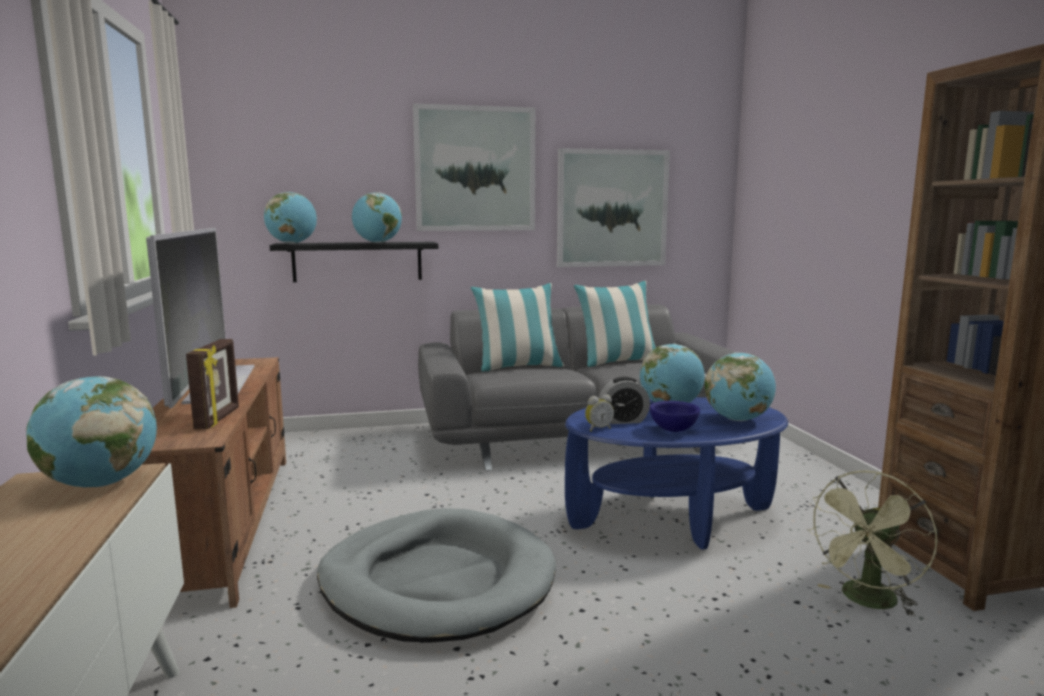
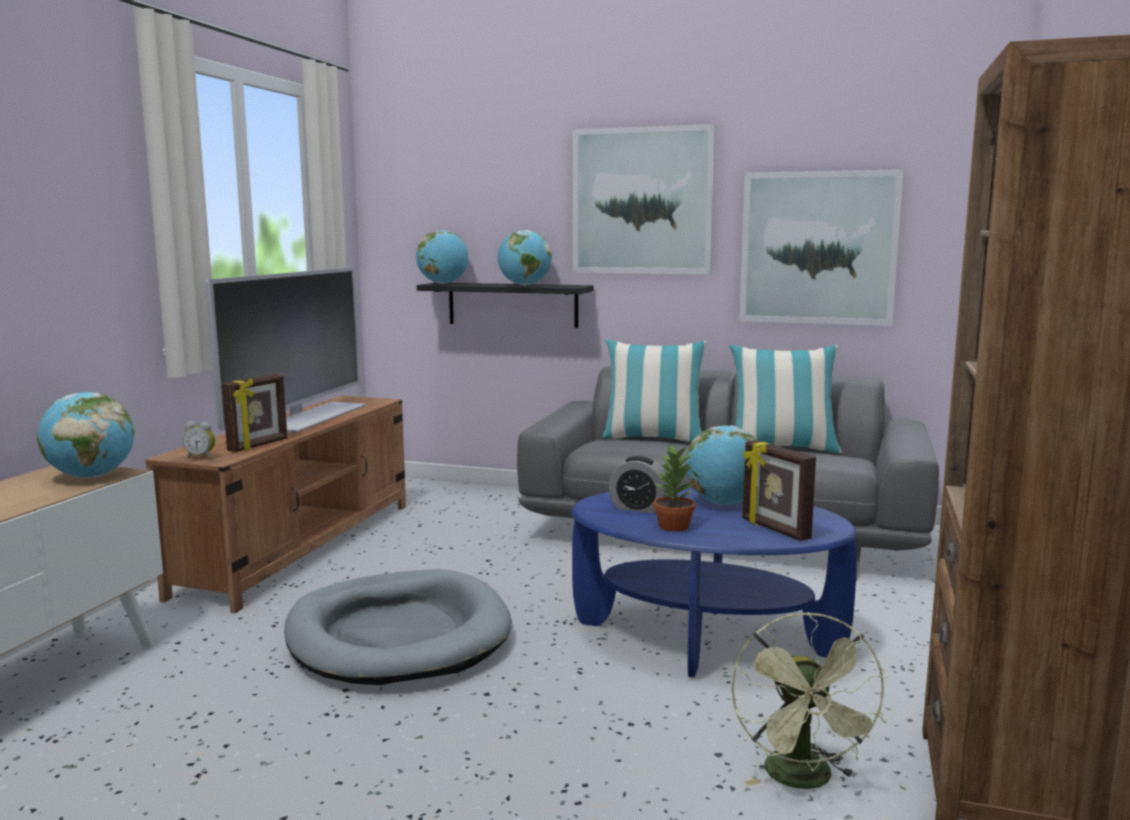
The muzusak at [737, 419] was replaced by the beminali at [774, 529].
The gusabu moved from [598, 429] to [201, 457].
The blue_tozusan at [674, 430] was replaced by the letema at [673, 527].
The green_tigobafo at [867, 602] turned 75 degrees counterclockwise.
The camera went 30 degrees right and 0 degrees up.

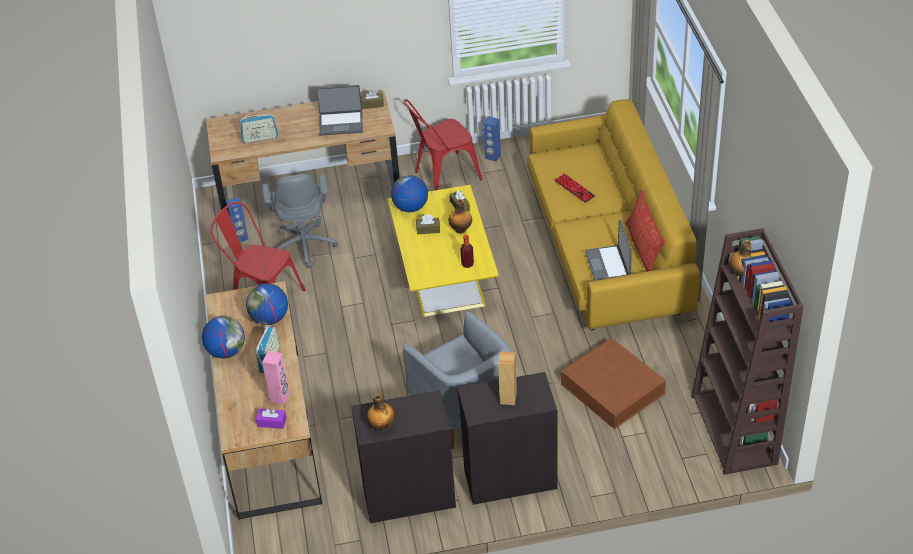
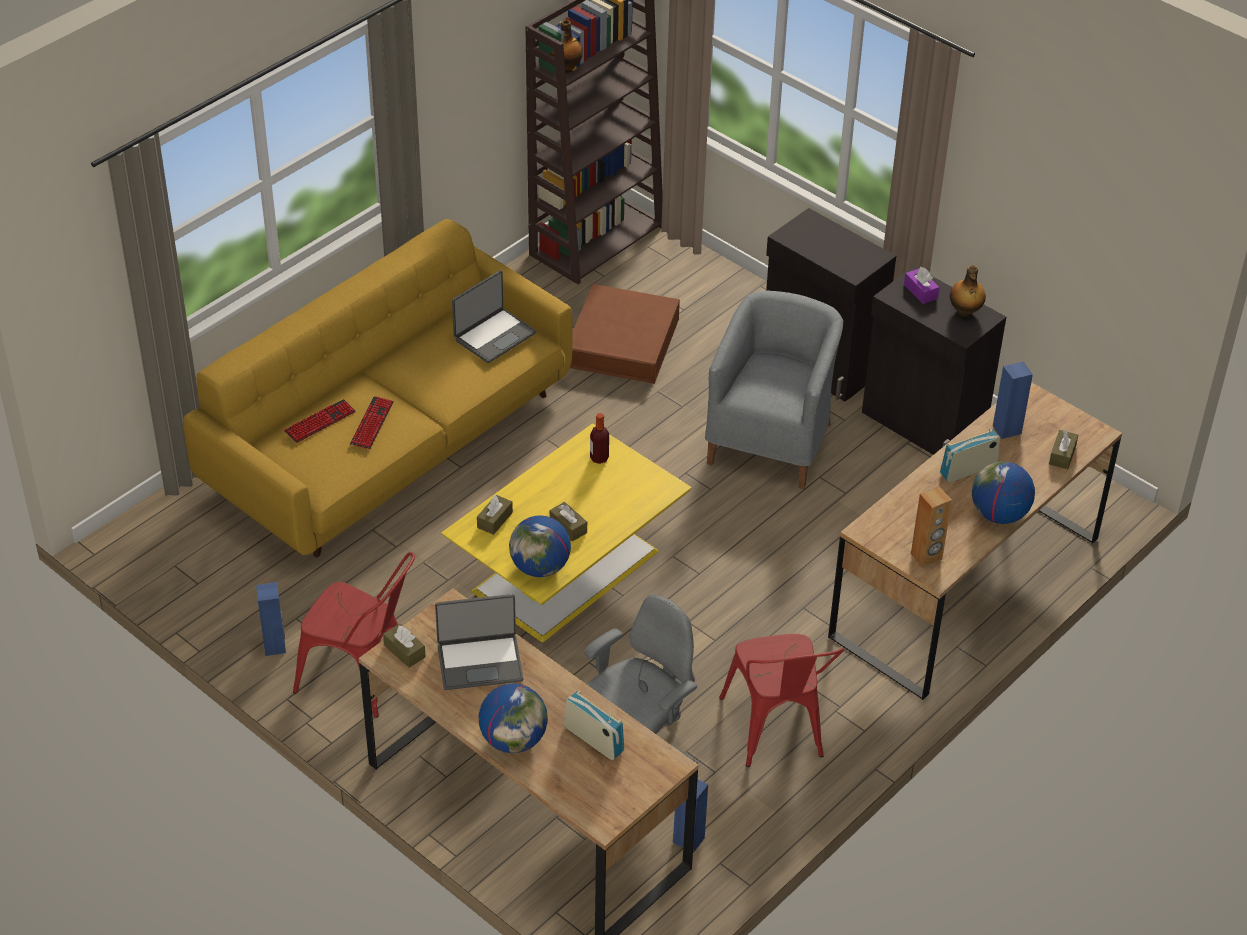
The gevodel at [341, 123] turned 120 degrees clockwise.
The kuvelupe at [643, 248] disappeared.
The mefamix at [461, 229] disappeared.
The muzusak moved from [269, 319] to [514, 740].
The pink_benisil at [280, 397] became the blue_benisil at [1006, 429].
The brown_benisil moved from [508, 398] to [926, 557].
The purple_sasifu moved from [271, 422] to [920, 291].
The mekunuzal at [320, 422] appeared.
The brown_sasifu at [1062, 455] appeared.
The camera went 130 degrees left and 0 degrees up.

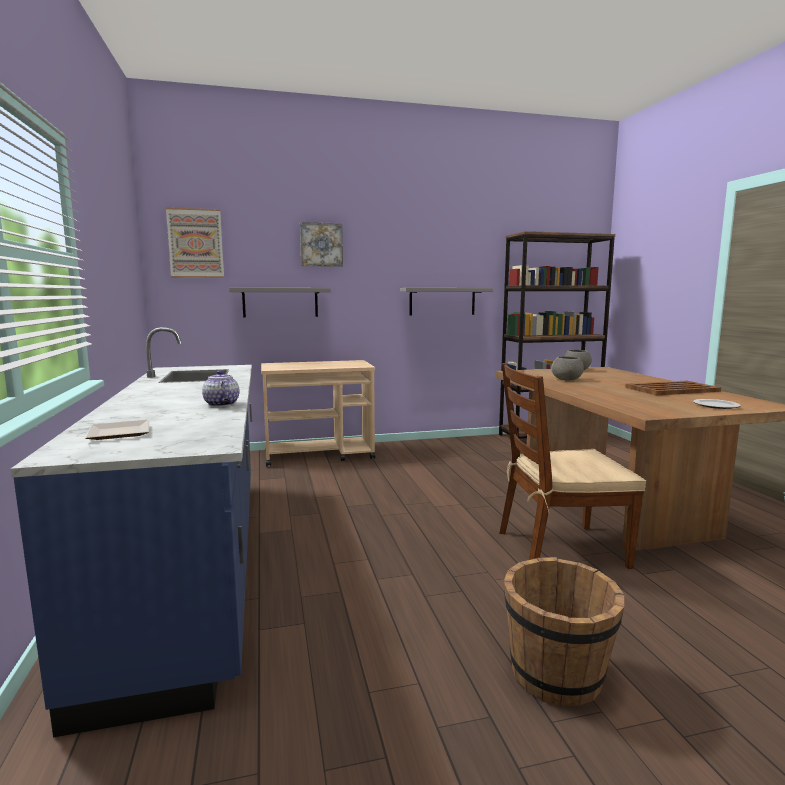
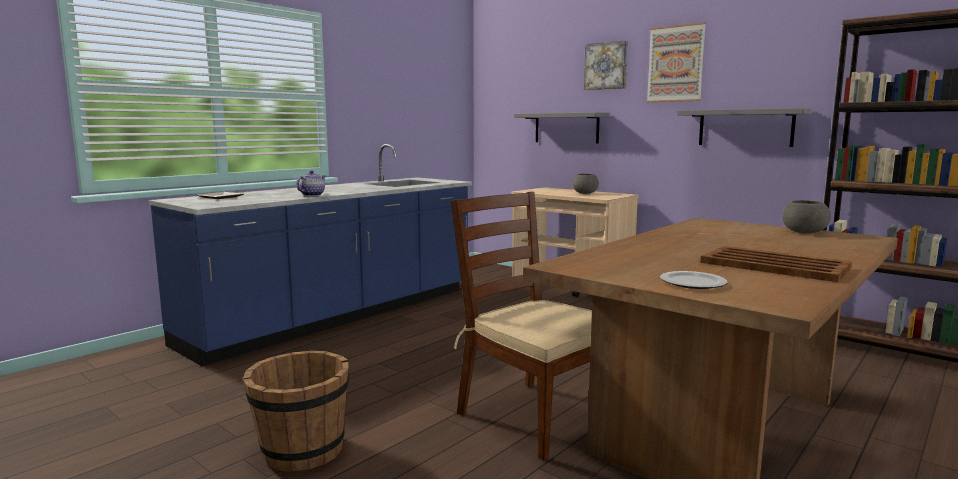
The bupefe moved from [195, 243] to [675, 64].
The grey_tozusan moved from [567, 379] to [584, 193].
The camera went 55 degrees right and 0 degrees up.

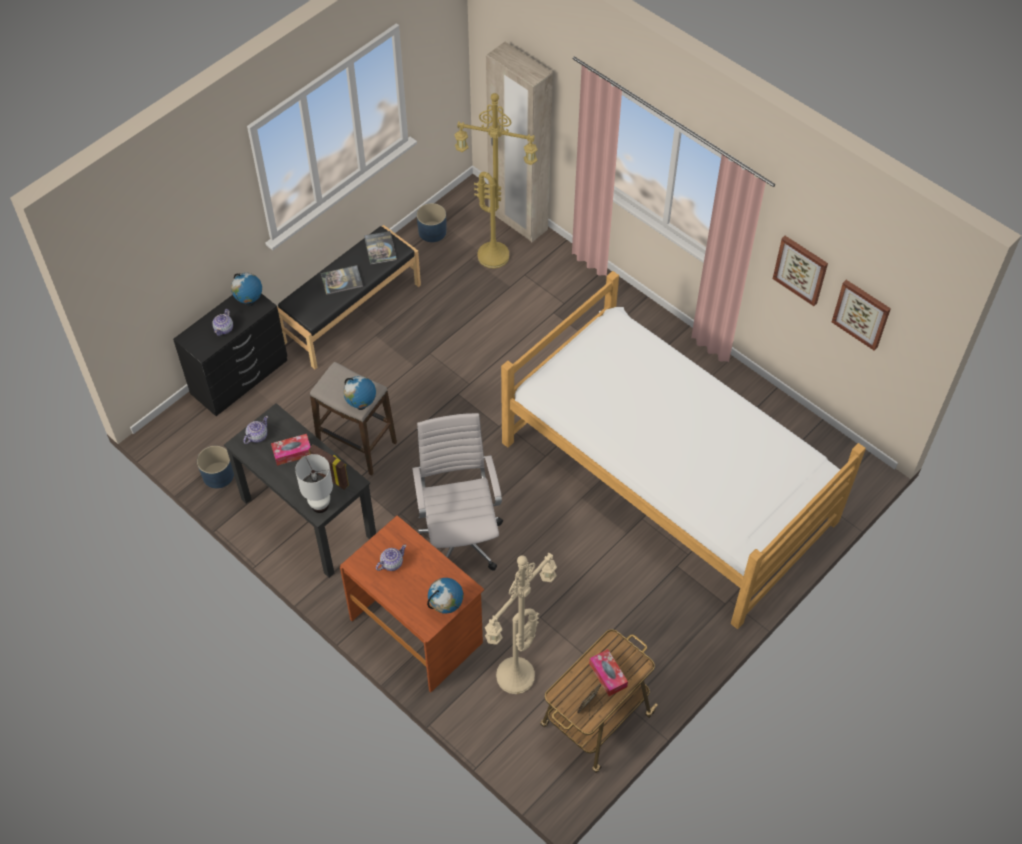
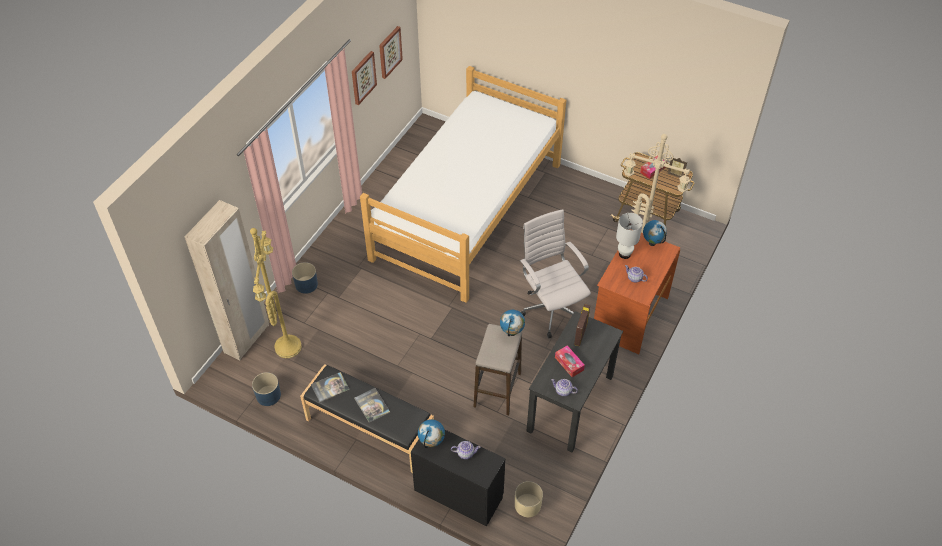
The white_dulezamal at [460, 537] turned 90 degrees clockwise.
The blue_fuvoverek moved from [218, 475] to [306, 284].
The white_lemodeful moved from [320, 505] to [624, 254].
The beige_fuvoverek at [527, 505] appeared.
The camera went 105 degrees left and 5 degrees down.

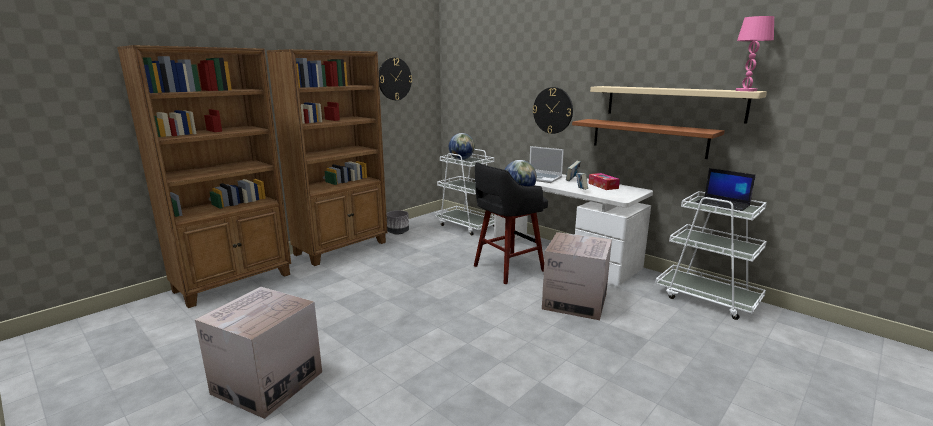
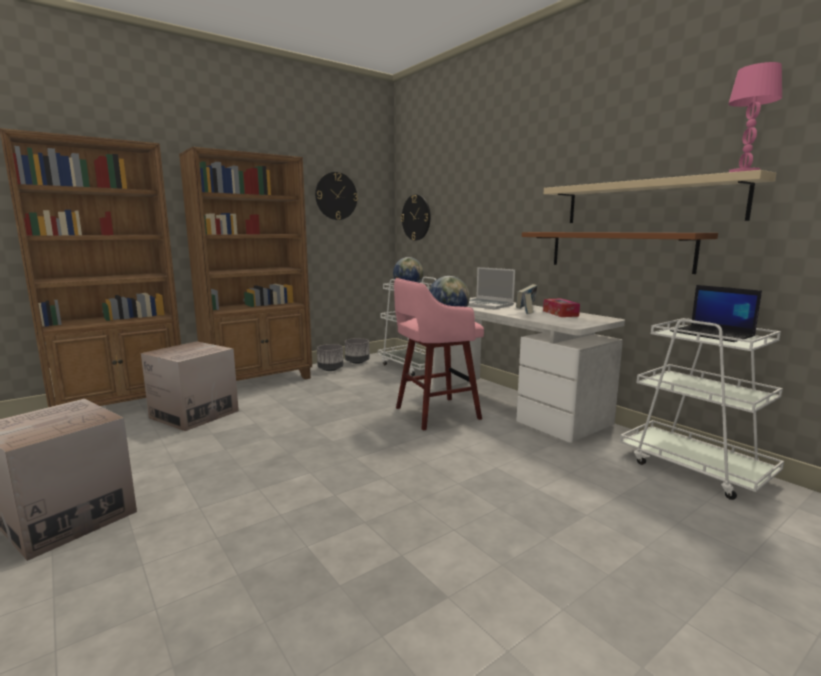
The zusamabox moved from [553, 110] to [416, 217].
The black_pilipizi at [506, 269] became the pink_pilipizi at [434, 413].
The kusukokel moved from [575, 301] to [194, 414].
The grey_fuvoverek at [357, 362] appeared.
The camera went 10 degrees right and 5 degrees down.

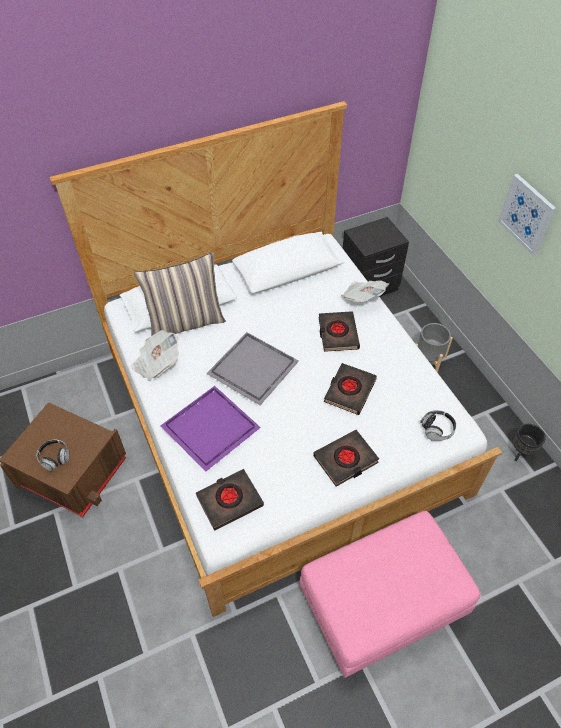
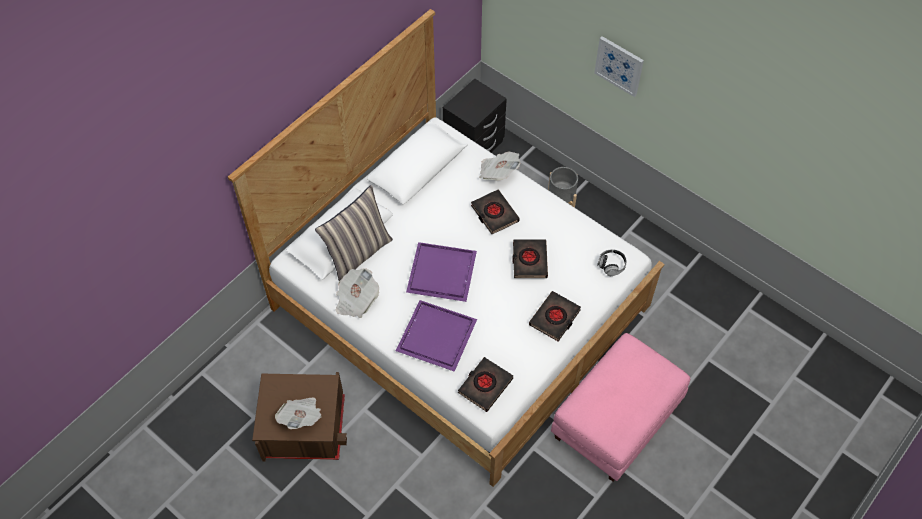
The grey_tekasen at [253, 370] became the purple_tekasen at [442, 274].
The black_fuvoverek at [521, 453] disappeared.
The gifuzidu at [55, 458] was replaced by the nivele at [301, 417].
The camera went 25 degrees left and 5 degrees up.

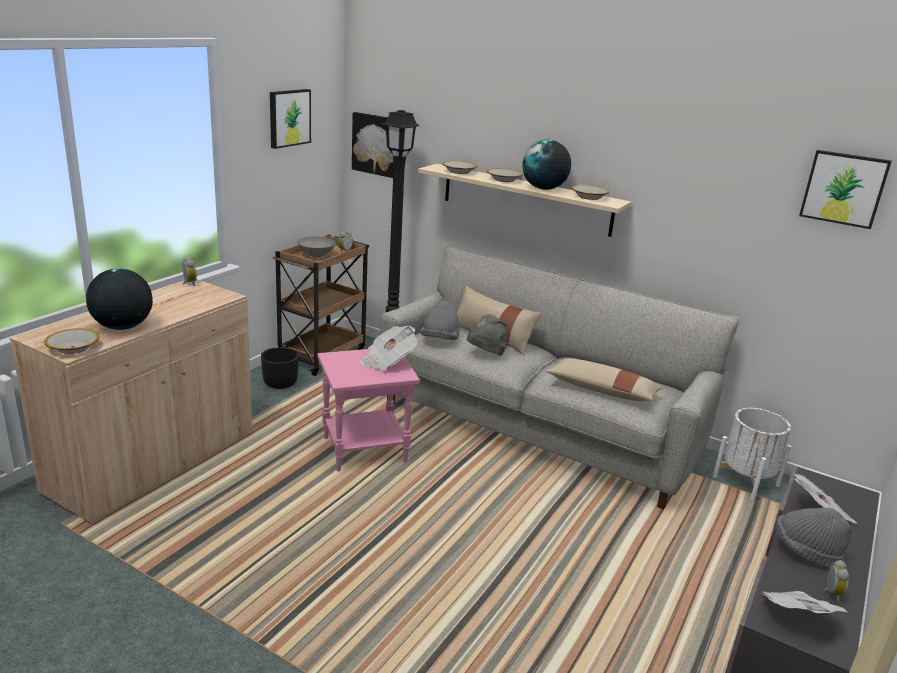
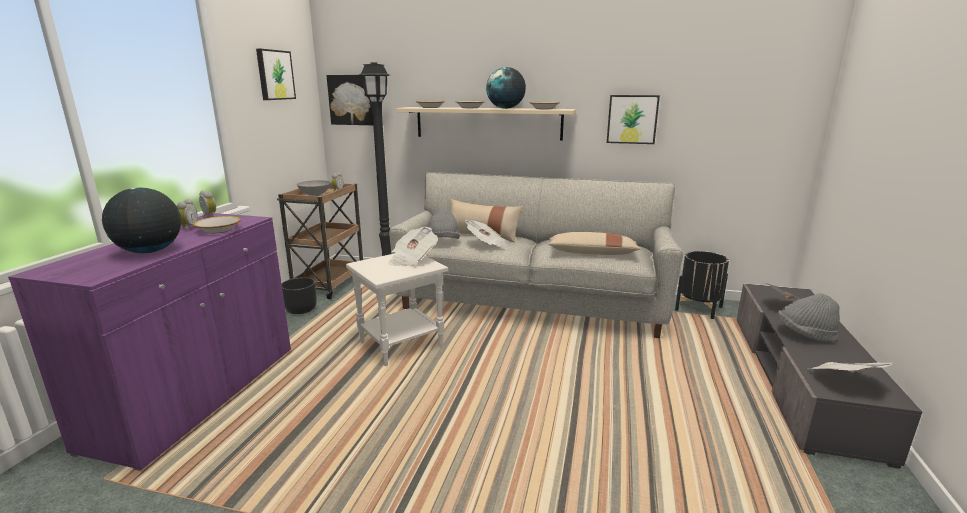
The bupefe moved from [844, 188] to [632, 119].
The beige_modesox at [154, 462] became the purple_modesox at [198, 396].
The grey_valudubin at [486, 354] was replaced by the nivele at [487, 245].
The tozusan moved from [73, 348] to [218, 230].
The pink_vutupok at [365, 449] became the white_vutupok at [401, 344].
The white_fuvoverek at [746, 481] became the black_fuvoverek at [698, 308].
The gusabu moved from [830, 593] to [188, 227].
The camera went 15 degrees left and 5 degrees down.

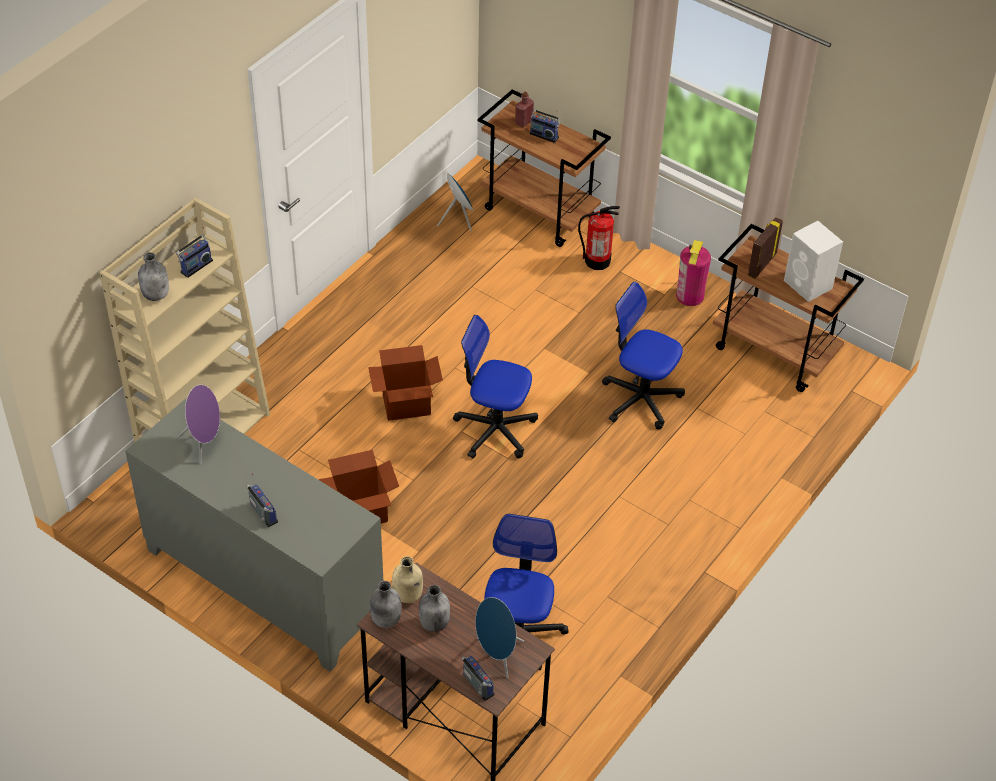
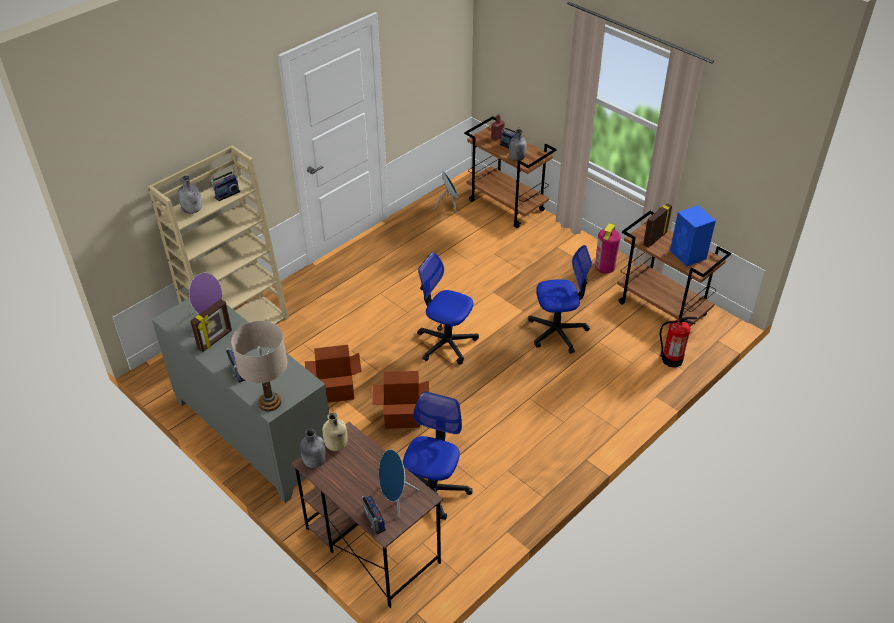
The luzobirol moved from [597, 261] to [671, 359].
The white_benisil at [808, 285] became the blue_benisil at [688, 255].
The dulezamal at [641, 398] turned 135 degrees clockwise.
The kusukokel moved from [406, 405] to [402, 417].
The grey_mefamix moved from [434, 623] to [516, 158].
The beminali at [215, 340] appeared.
The beige_lemodeful at [269, 402] appeared.
The camera went 10 degrees right and 5 degrees down.

